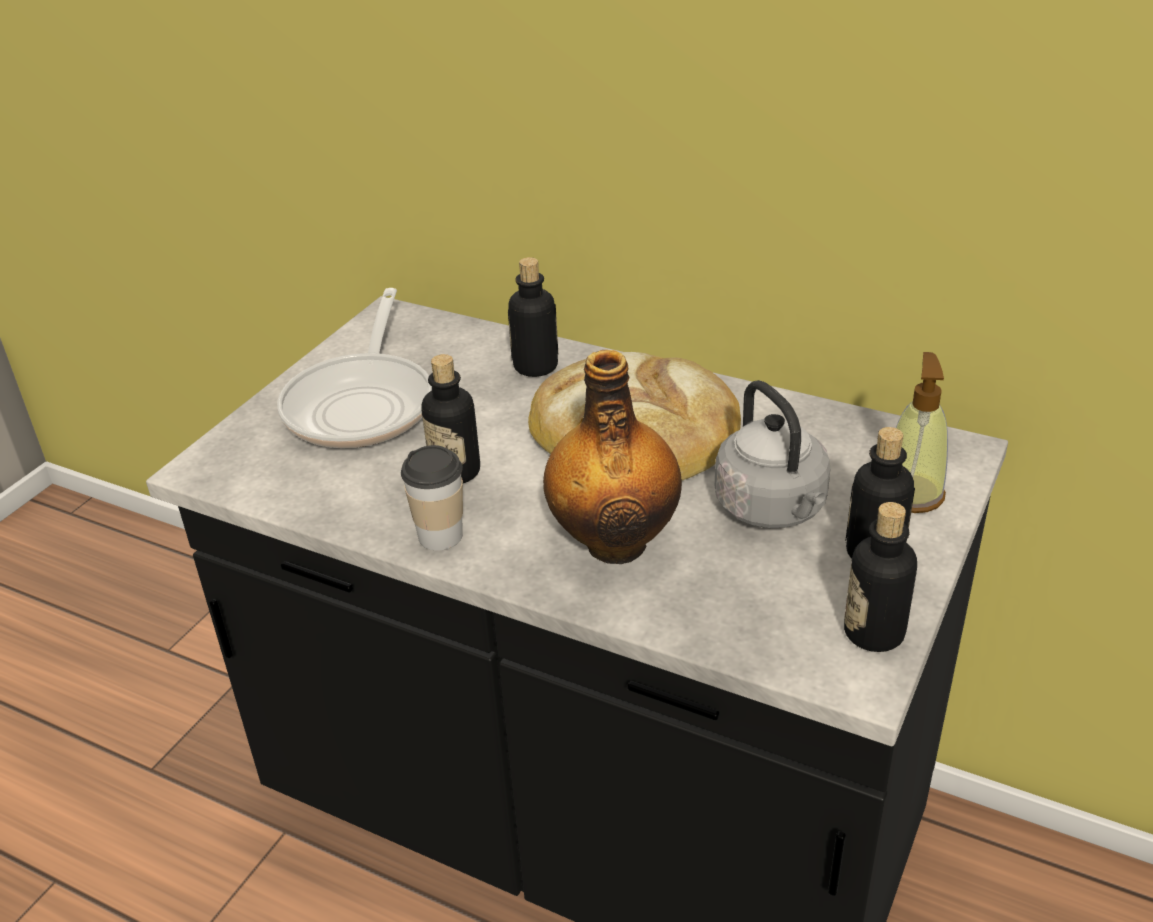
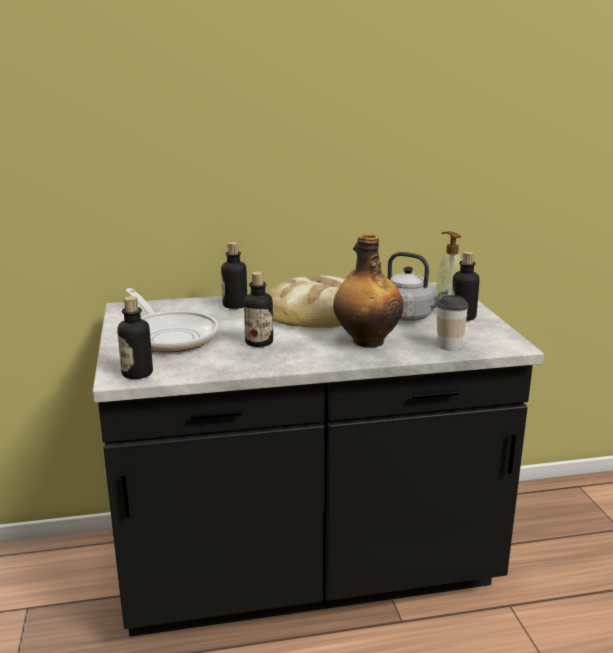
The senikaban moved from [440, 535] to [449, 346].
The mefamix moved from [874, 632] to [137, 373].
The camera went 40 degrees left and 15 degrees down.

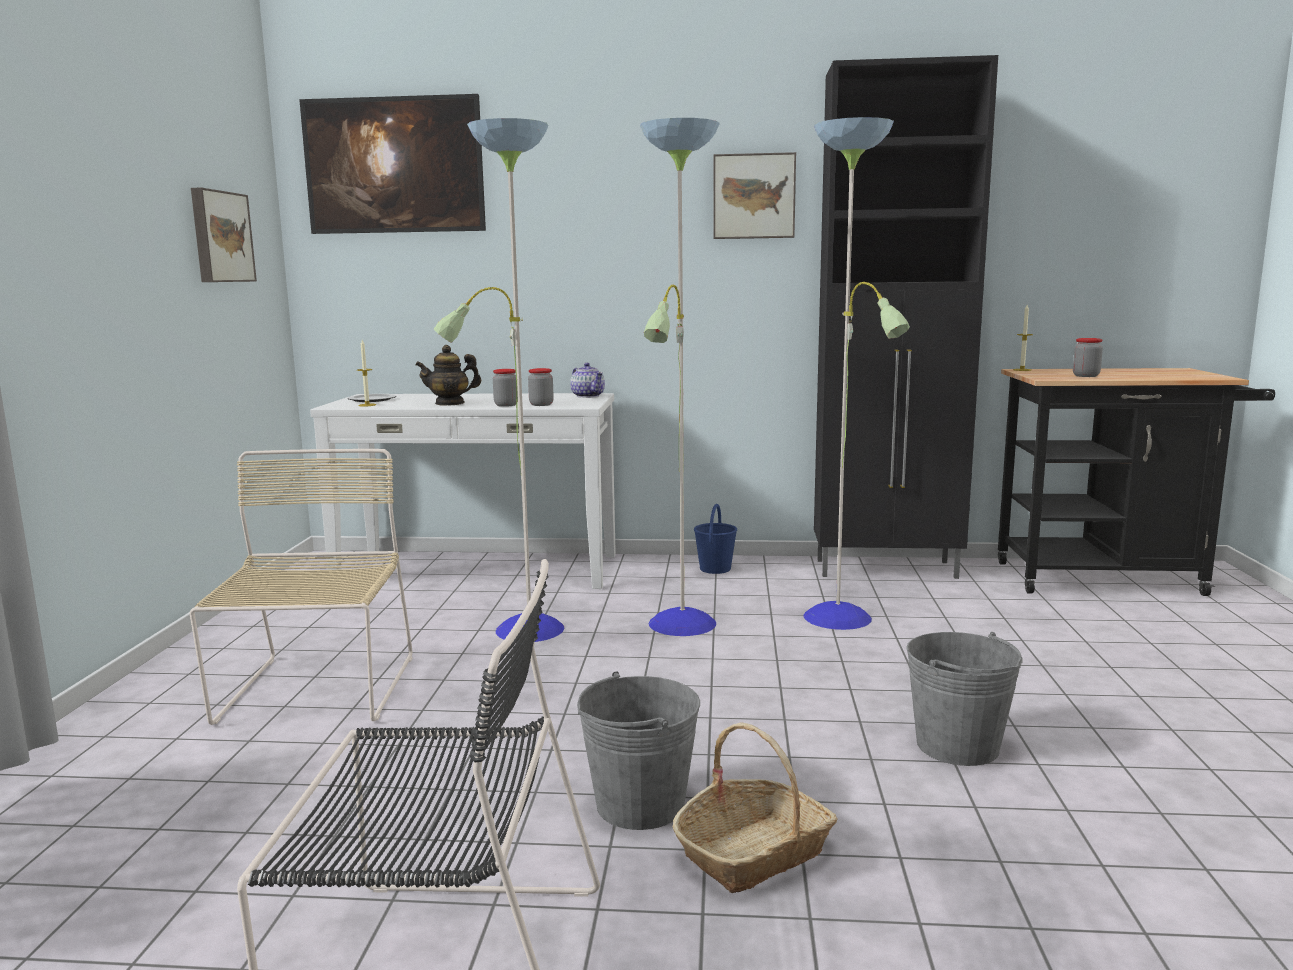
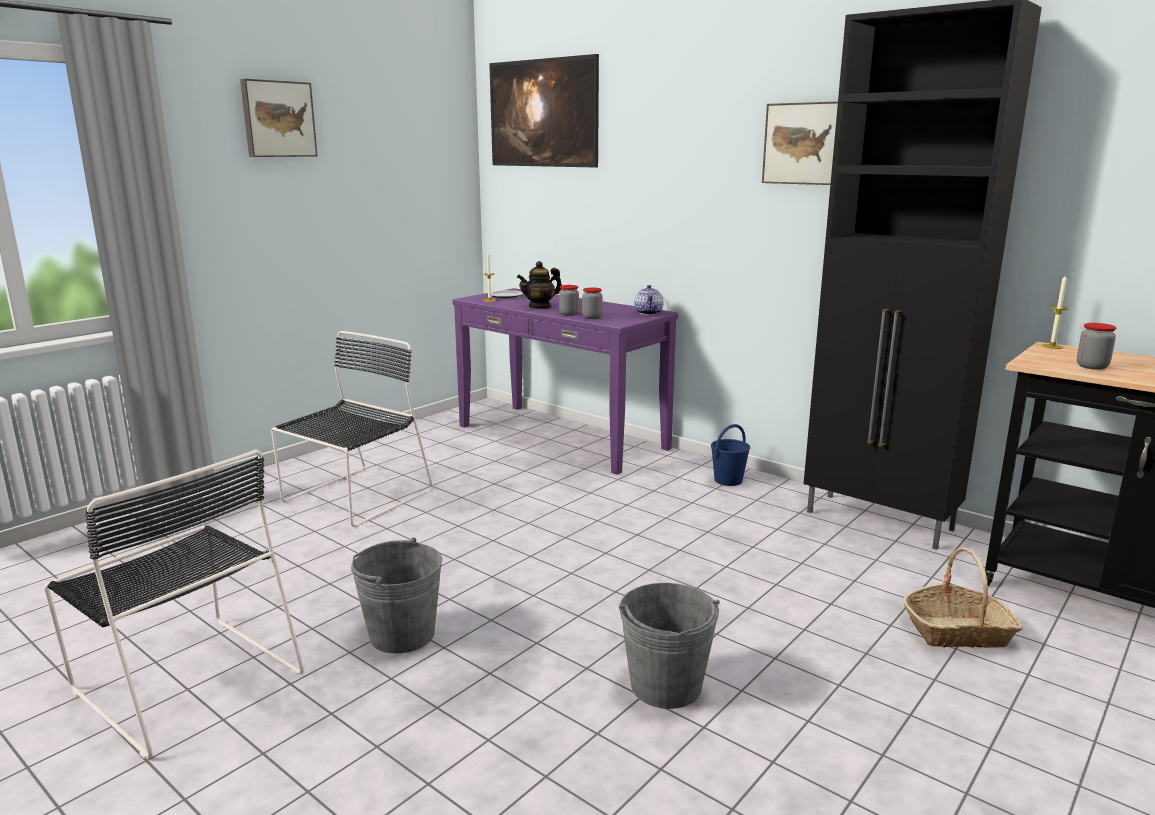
The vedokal at [682, 625] disappeared.
The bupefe moved from [220, 237] to [278, 119].
The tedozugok at [450, 403] turned 45 degrees counterclockwise.
The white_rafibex at [478, 569] became the purple_rafibex at [562, 436].
The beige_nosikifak at [316, 692] became the black_nosikifak at [354, 498].
The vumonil moved from [754, 852] to [958, 632].
The camera went 35 degrees right and 5 degrees up.

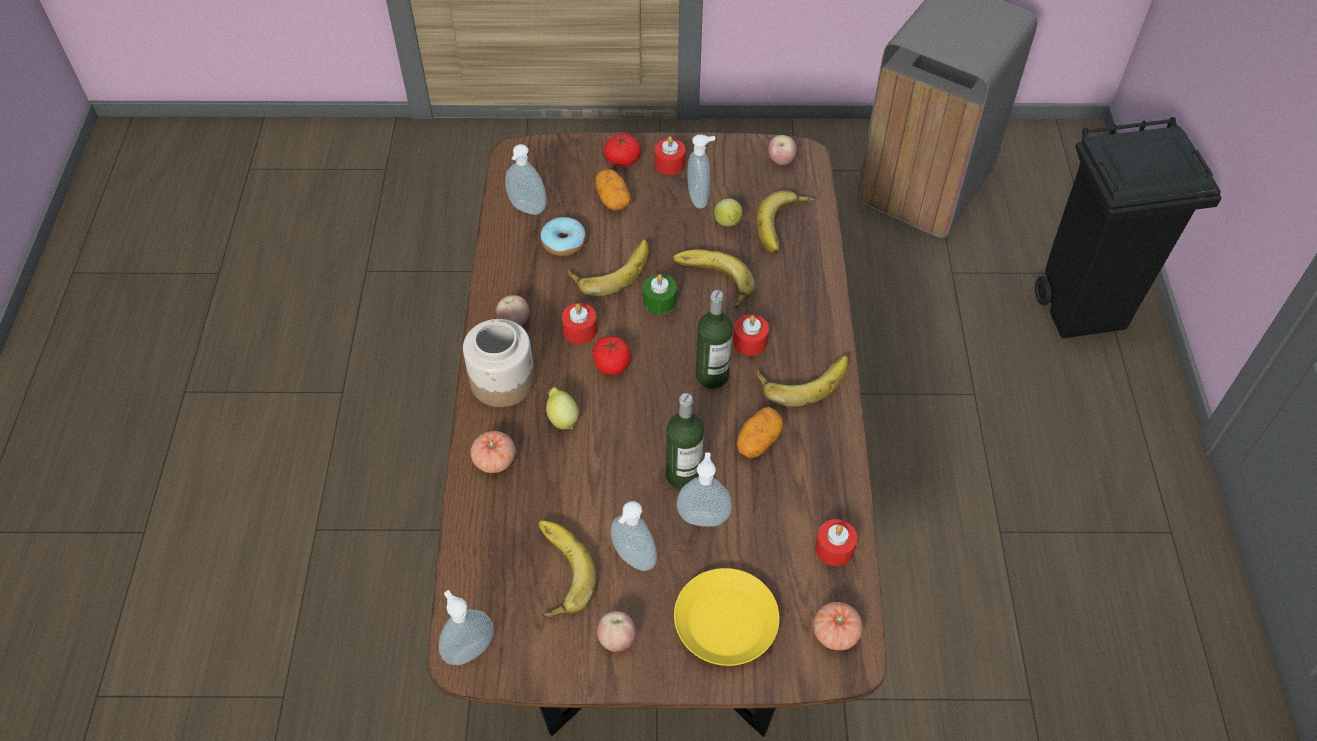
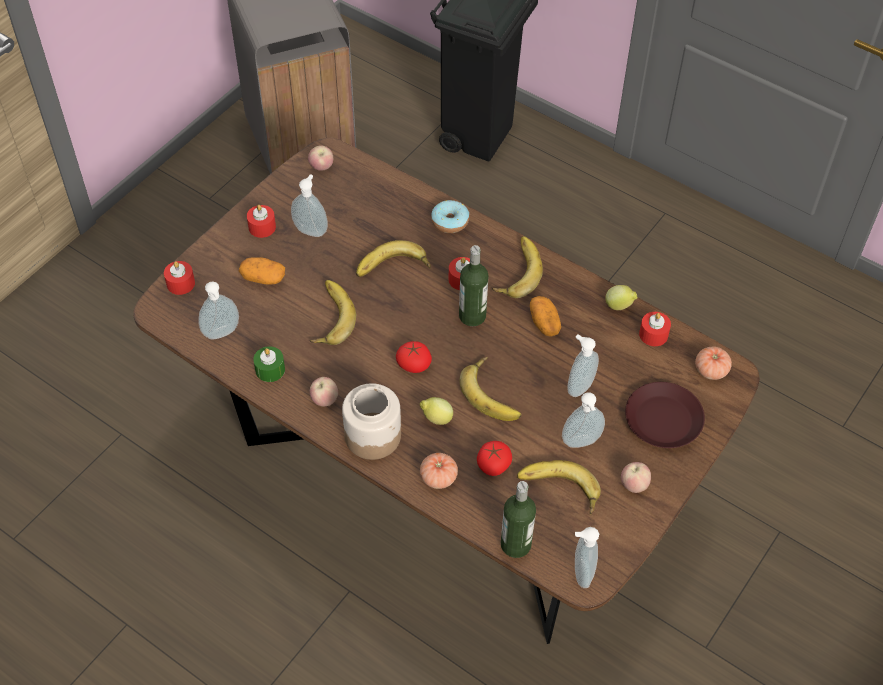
The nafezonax moved from [622, 159] to [493, 465].
The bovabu moved from [785, 226] to [494, 393].
The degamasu moved from [728, 224] to [619, 306].
The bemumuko moved from [563, 242] to [450, 221].
The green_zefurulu moved from [659, 301] to [270, 369].
The red_zefurulu moved from [580, 330] to [180, 283].
The mefamix moved from [683, 475] to [515, 544].
The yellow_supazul at [727, 622] became the brown_supazul at [664, 419].
The camera went 55 degrees left and 0 degrees up.

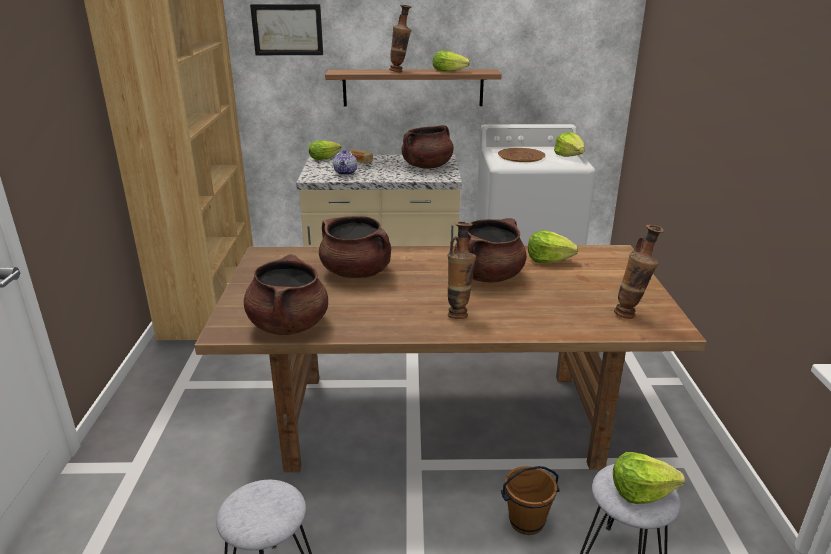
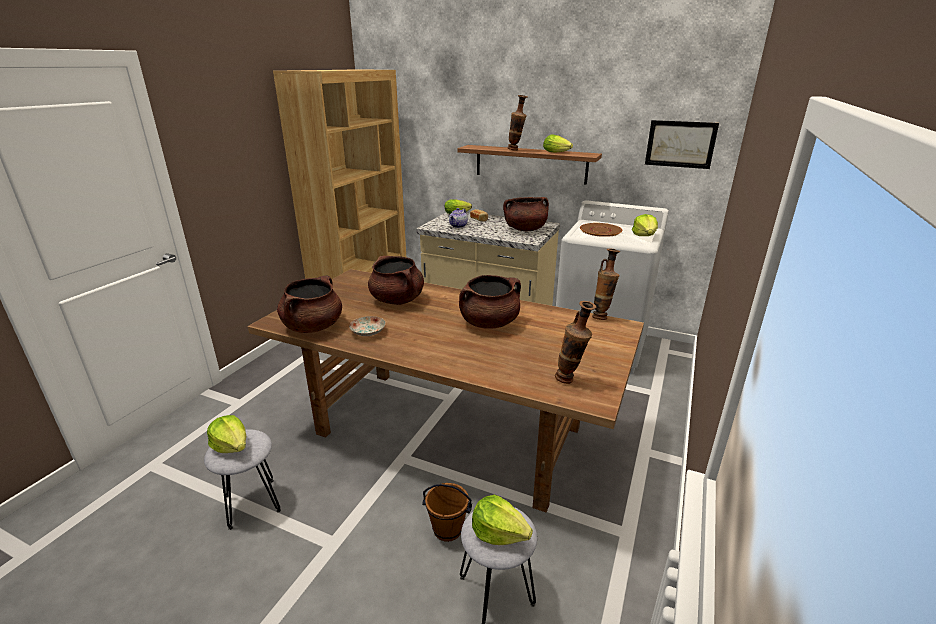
The bupefe moved from [287, 30] to [680, 144].
The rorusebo moved from [459, 313] to [601, 316].
The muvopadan moved from [548, 259] to [231, 446].
The supazul at [367, 332] appeared.
The camera went 25 degrees right and 0 degrees up.

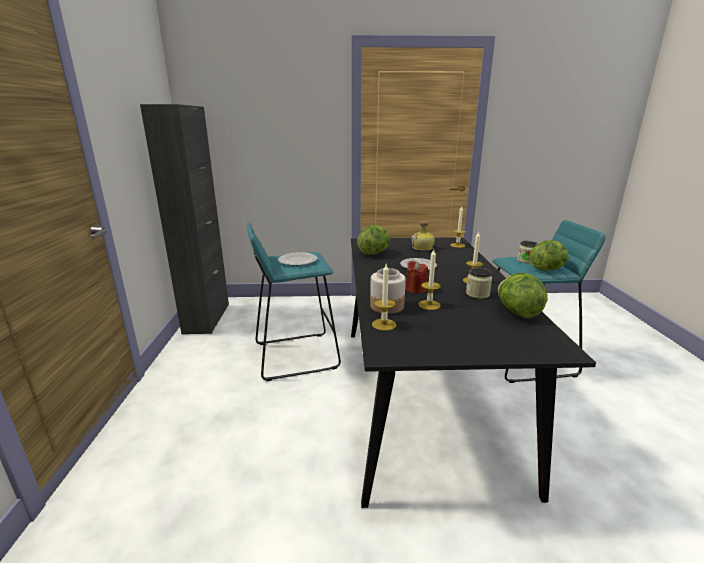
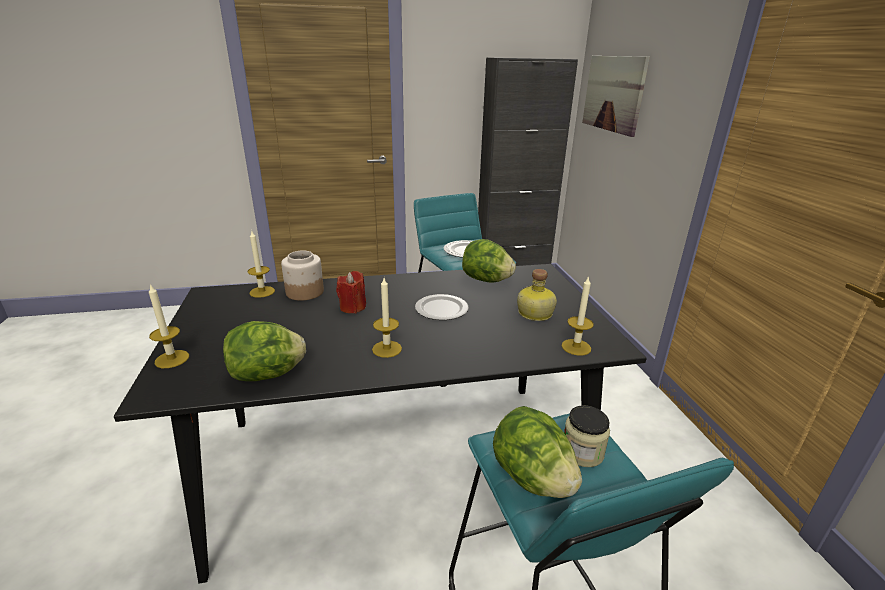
The zefurulu moved from [429, 305] to [172, 359].
The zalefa at [477, 294] disappeared.
The bupefe at [613, 93] appeared.
The camera went 80 degrees right and 5 degrees up.

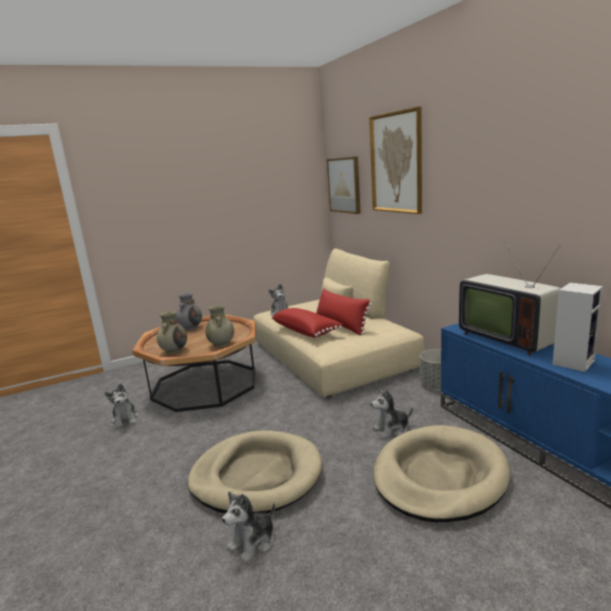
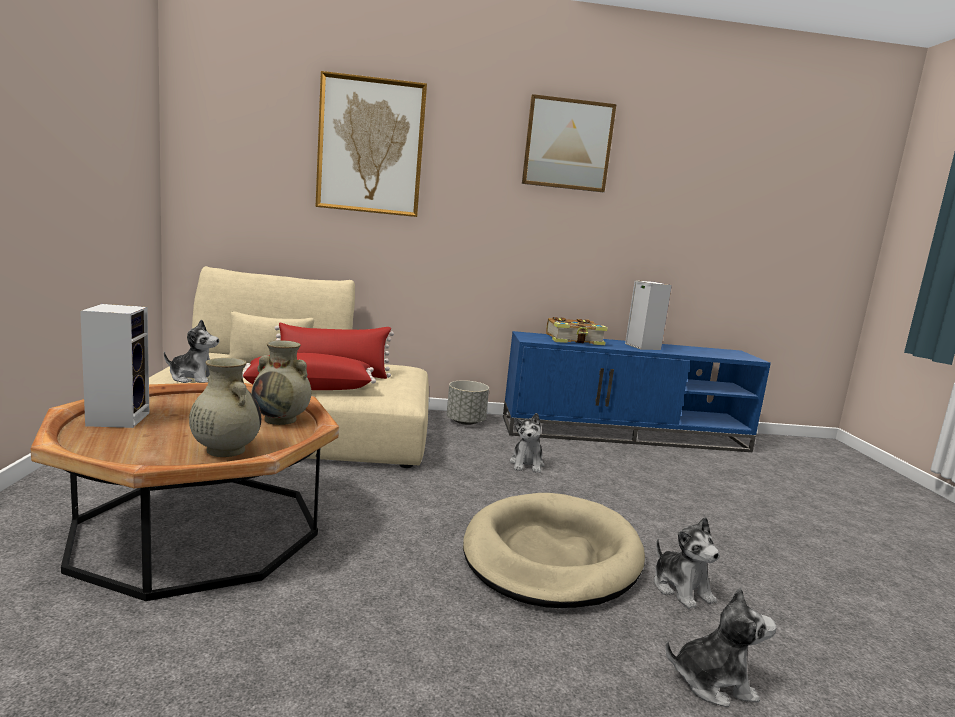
The bupefe moved from [344, 185] to [567, 144].
The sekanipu at [507, 338] was replaced by the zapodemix at [575, 340].
The grey_rorusebo at [191, 328] was replaced by the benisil at [118, 418].
The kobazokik moved from [125, 419] to [713, 682].
The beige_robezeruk at [439, 476] disappeared.
The camera went 70 degrees left and 5 degrees down.

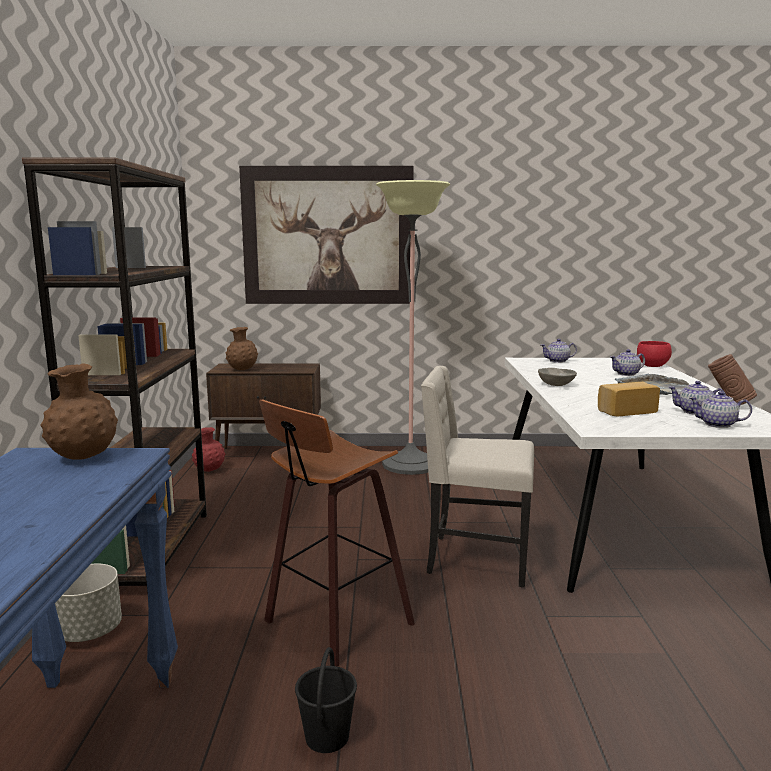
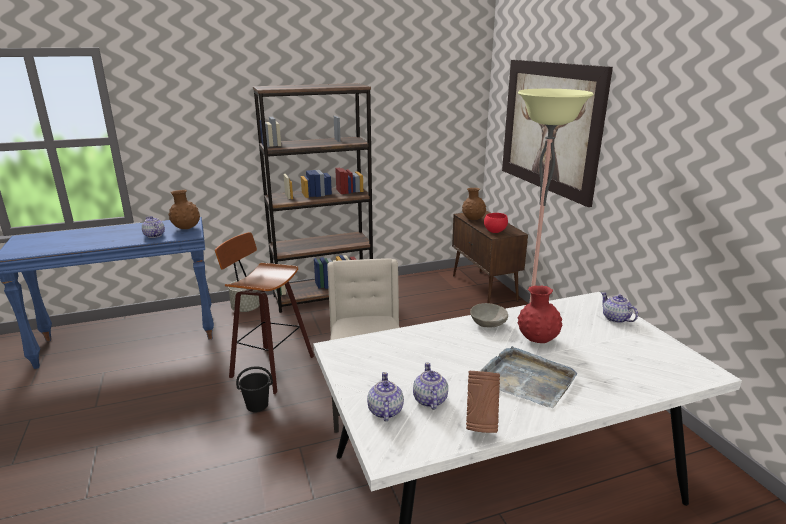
The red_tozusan moved from [652, 366] to [494, 231].
The tedozugok moved from [626, 374] to [154, 235].
The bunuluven at [625, 411] disappeared.
The red_rorusebo moved from [209, 470] to [537, 340].
The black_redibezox moved from [327, 736] to [257, 405].
The camera went 70 degrees right and 10 degrees up.

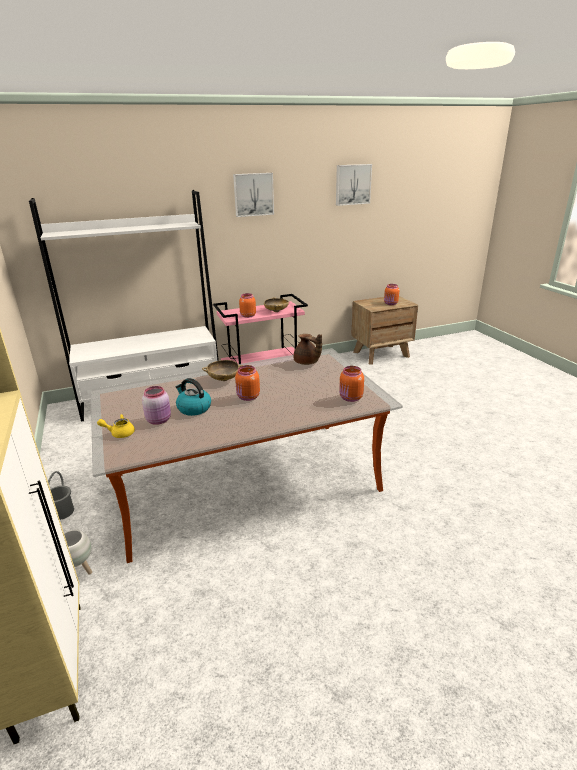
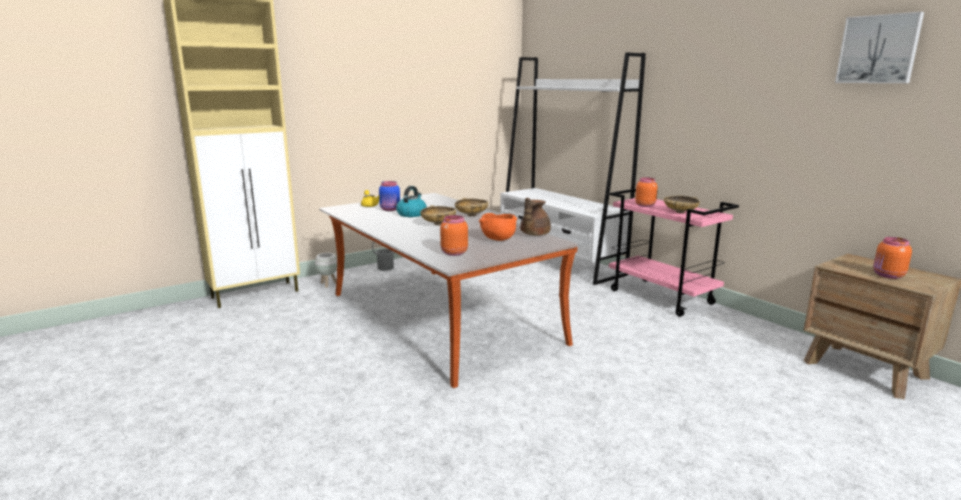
The bupefe at [253, 194] disappeared.
The orange_zalefa at [248, 397] was replaced by the beige_tozusan at [438, 224].
The pink_zalefa at [159, 420] became the blue_zalefa at [390, 209].
The orange_tozusan at [497, 239] appeared.
The camera went 75 degrees right and 10 degrees down.

